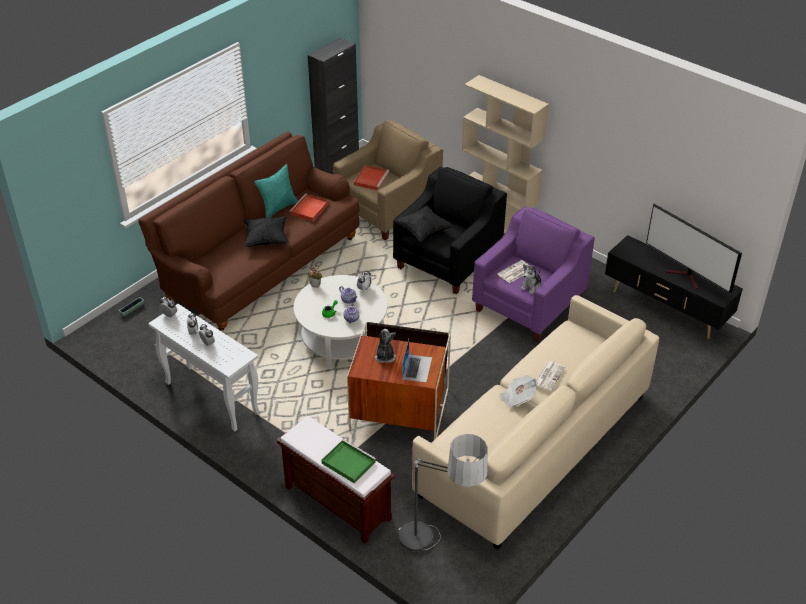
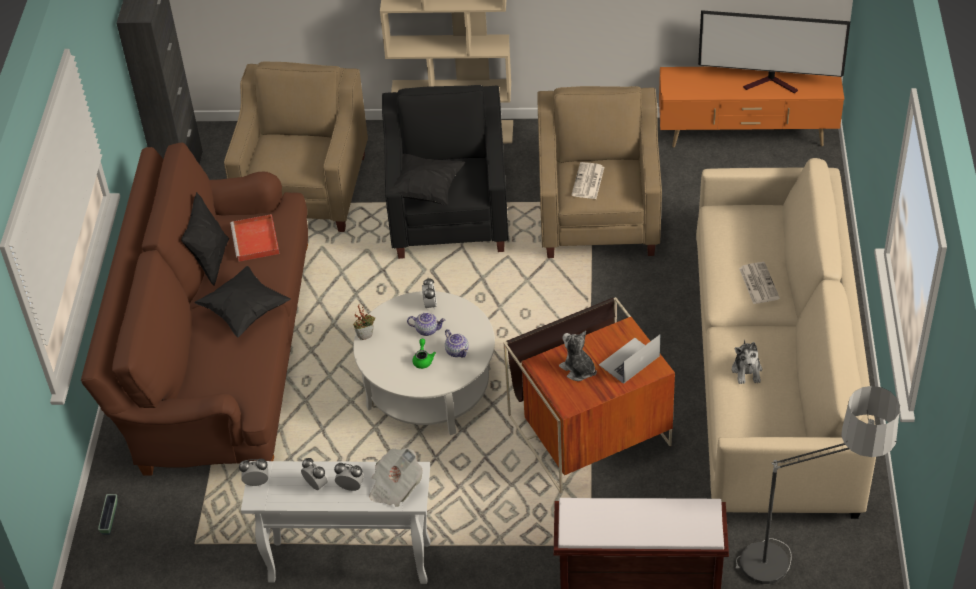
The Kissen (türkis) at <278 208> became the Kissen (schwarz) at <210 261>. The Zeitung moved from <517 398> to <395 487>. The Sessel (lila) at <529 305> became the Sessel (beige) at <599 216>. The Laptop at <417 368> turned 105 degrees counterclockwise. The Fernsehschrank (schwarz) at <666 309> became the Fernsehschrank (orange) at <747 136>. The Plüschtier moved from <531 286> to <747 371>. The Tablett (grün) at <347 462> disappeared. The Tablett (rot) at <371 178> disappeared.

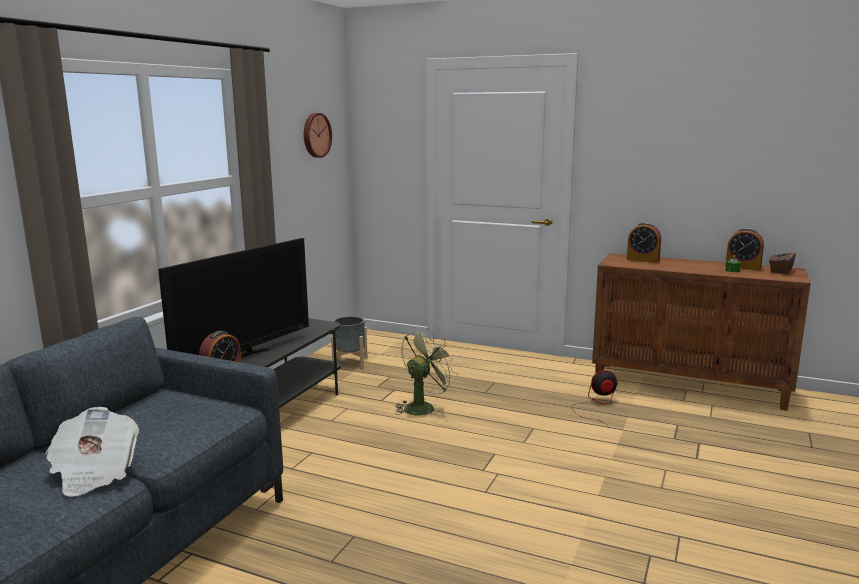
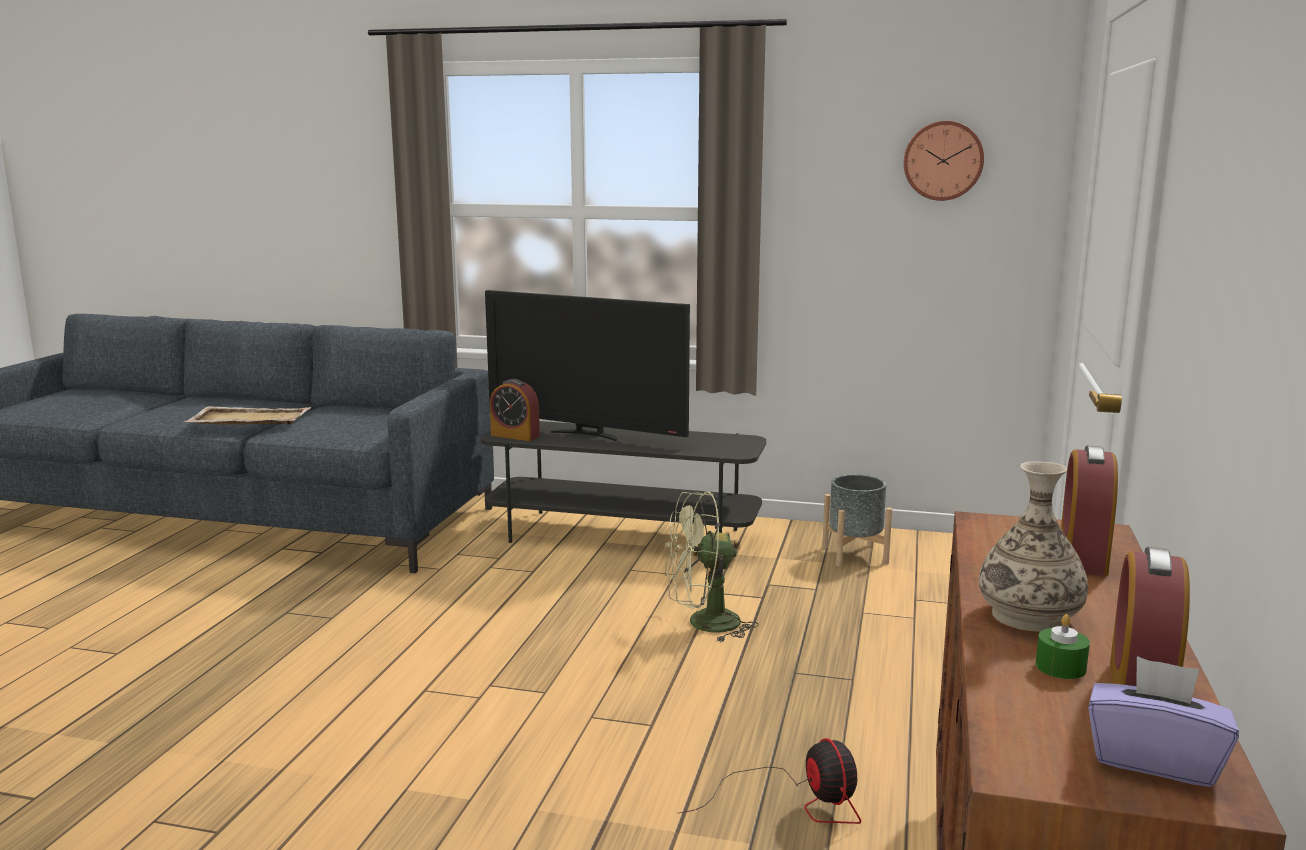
The Zeitung at <94 472> was replaced by the Tablett (beige) at <248 419>. The Ventilator (grün) at <423 407> turned 135 degrees clockwise. The Vase at <1028 616> appeared. The Taschentuchbox (braun) at <780 270> became the Taschentuchbox (lila) at <1154 760>.

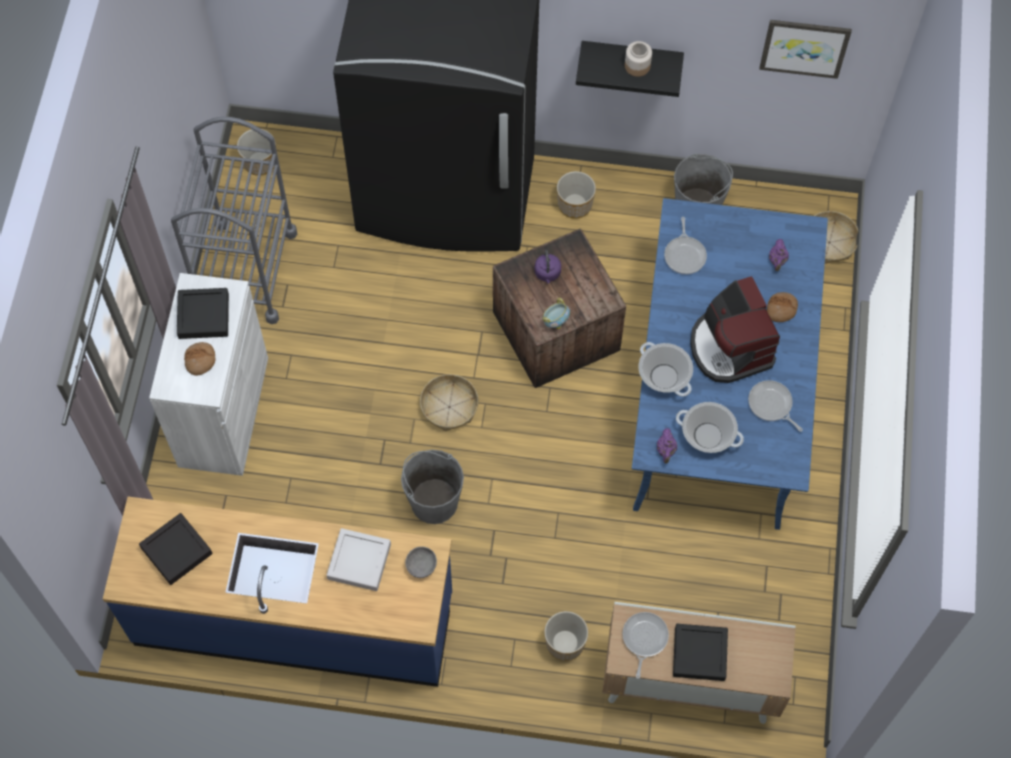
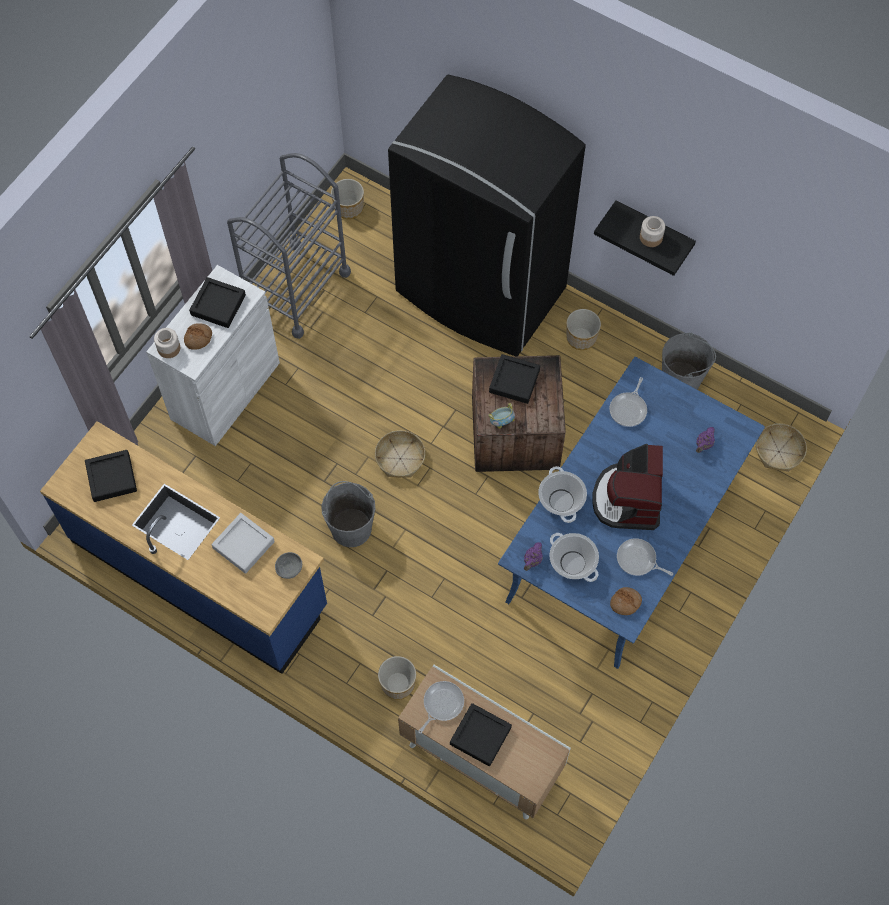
The Vorratsglas at <169 348> appeared. The Wasserkessel (lila) at <547 273> was replaced by the Tablett (schwarz) at <514 381>. The Brot moved from <781 309> to <625 602>. The Pfanne at <771 405> turned 45 degrees counterclockwise. The Bild at <804 47> disappeared.

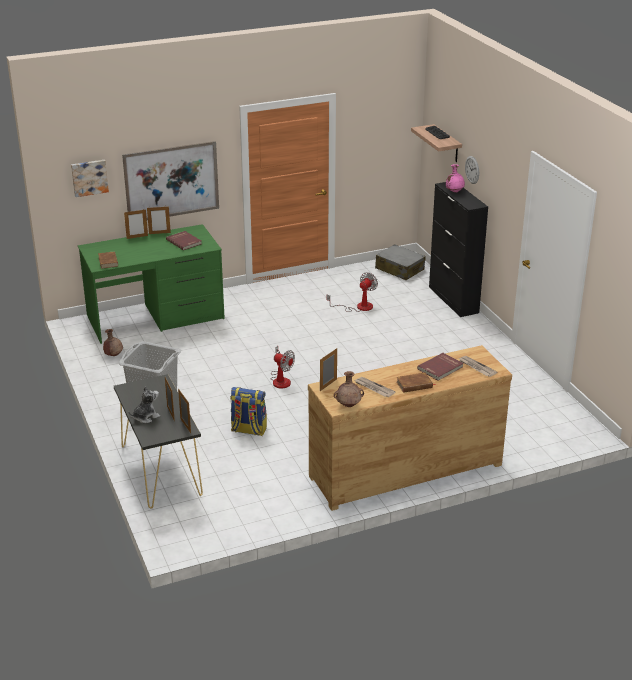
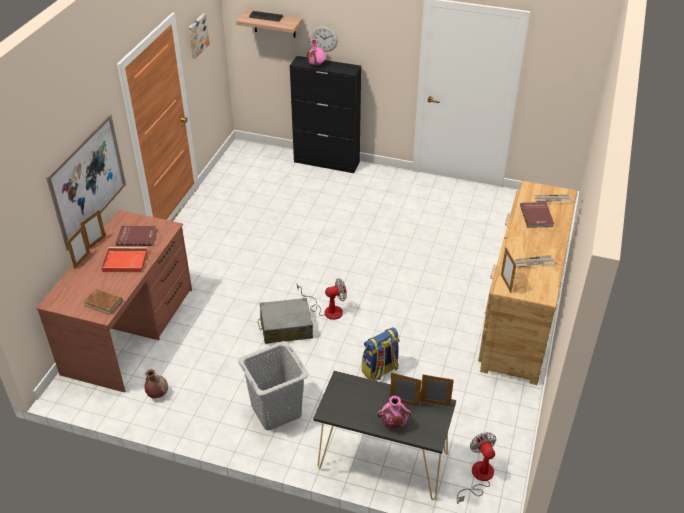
The Schreibtisch (grün) at <156 317> became the Schreibtisch (braun) at <130 330>. The Tablett (rot) at <124 262> appeared. The Bild moved from <89 177> to <197 35>. The Koffer (grau) moved from <399 269> to <286 327>. The Plüschtier at <145 417> was replaced by the Vase (rosa) at <393 423>. The Ventilator moved from <358 307> to <478 477>. The Vase (braun) at <349 405> disappeared. The Buch (braun) at <414 385> disappeared.

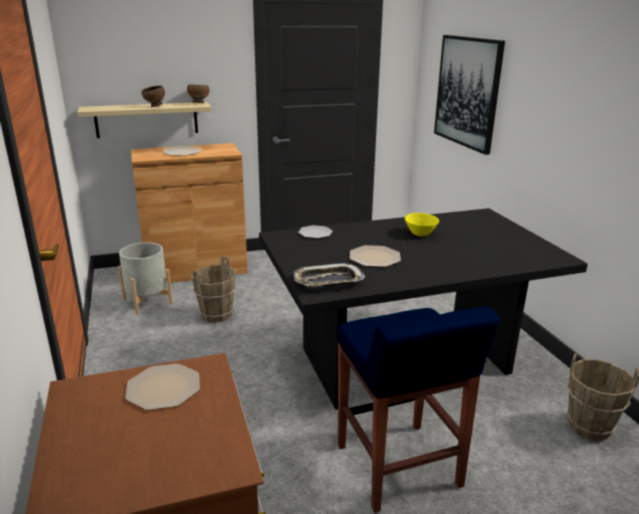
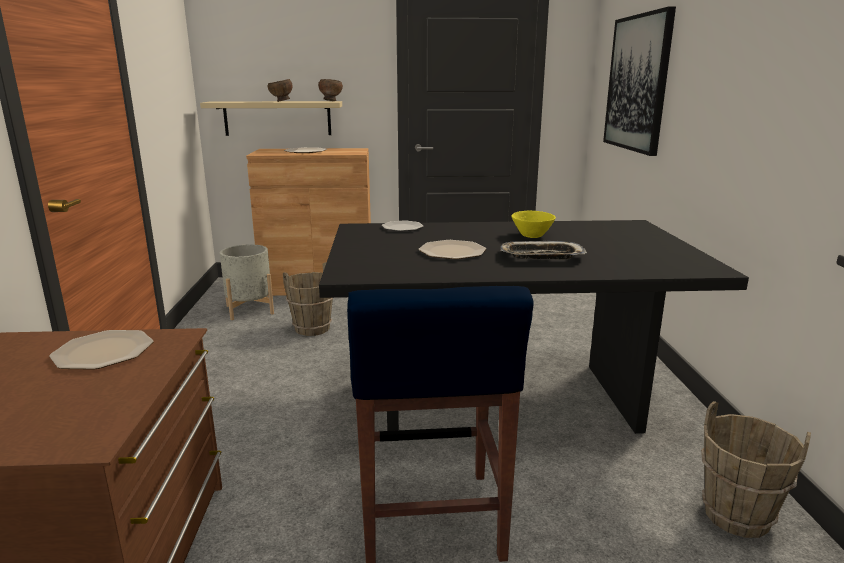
The Tablett moved from <328 281> to <541 256>.

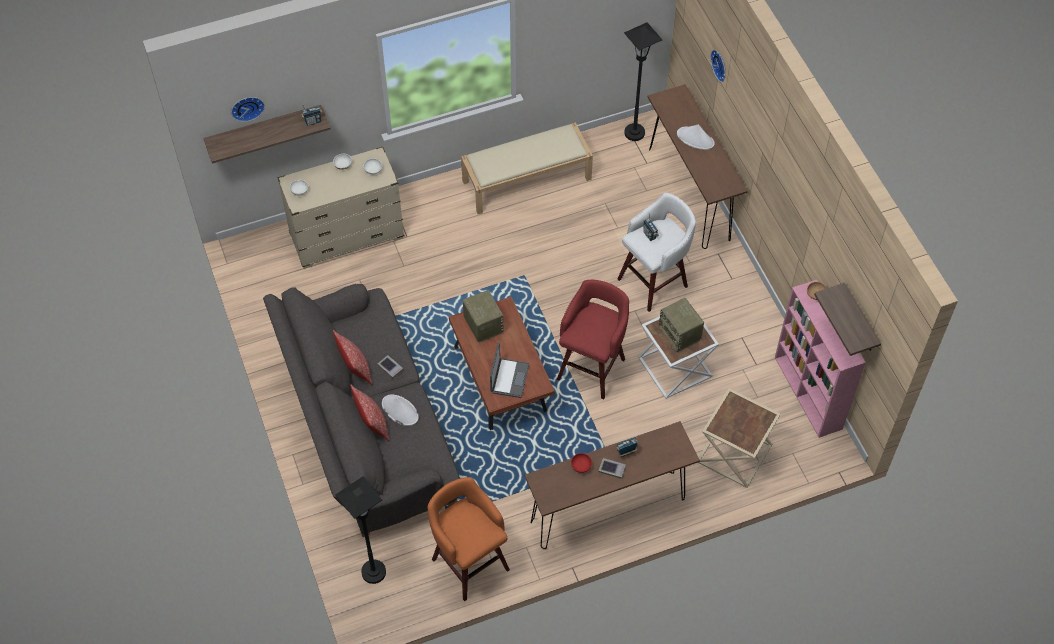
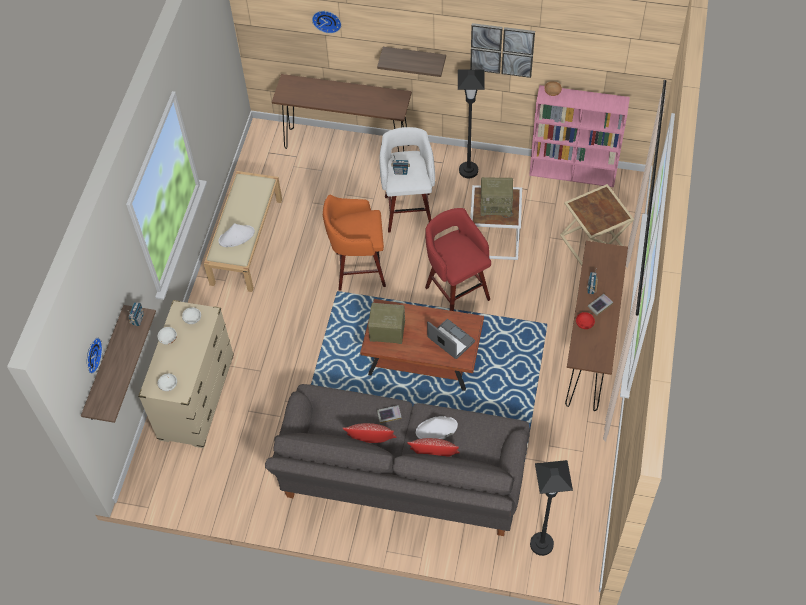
The Hut (weiß) moved from <695 139> to <236 236>. The Hocker (orange) moved from <469 562> to <358 269>. The Wandregal moved from <860 320> to <414 59>. The Stehlampe (schwarz) moved from <634 133> to <468 170>. The Bild at <502 49> appeared.

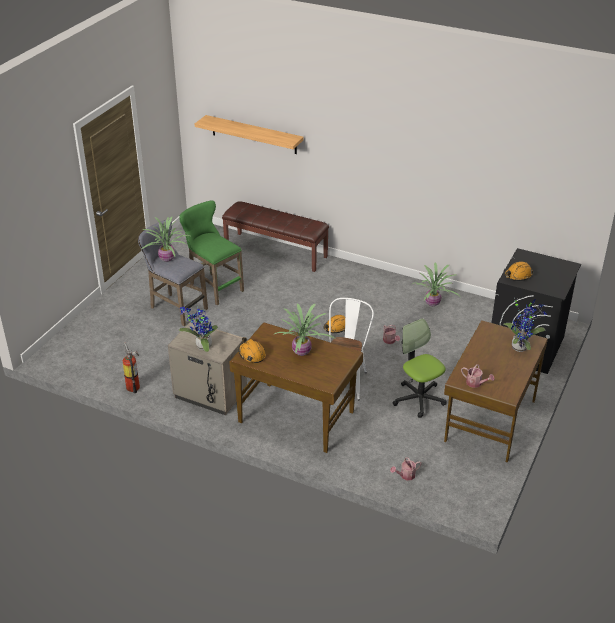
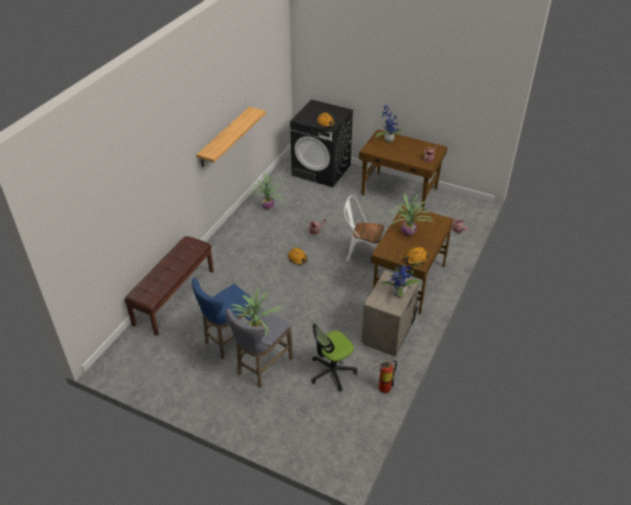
The Hocker (grün) at <213 287> became the Hocker (blau) at <229 340>. The Wandregal moved from <254 134> to <224 137>. The Bürostuhl moved from <419 399> to <332 372>.

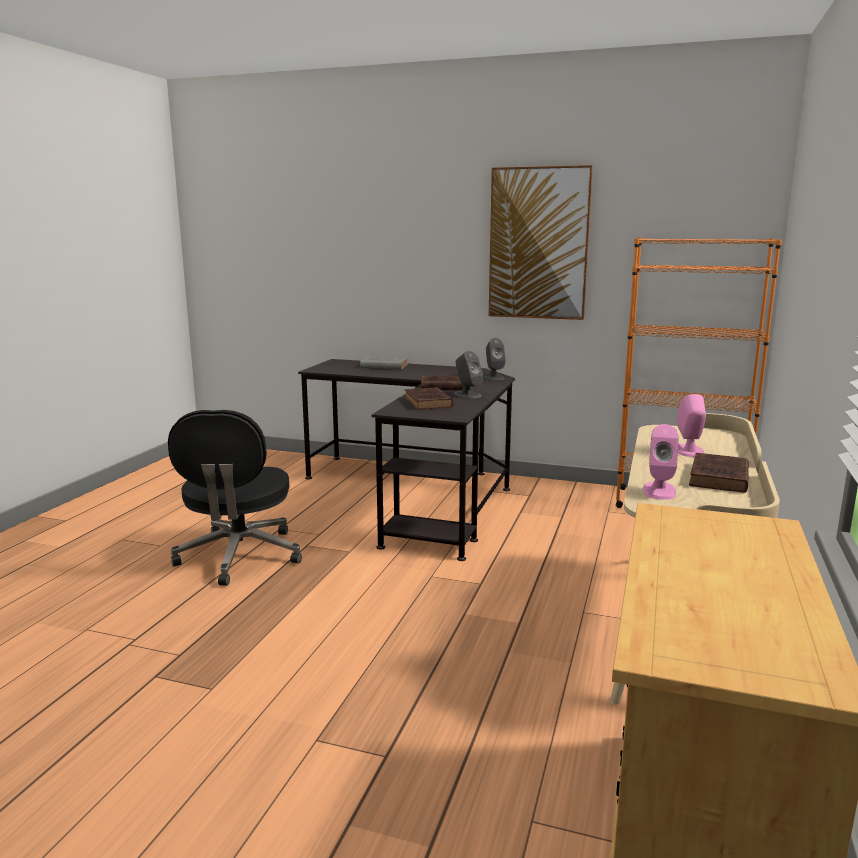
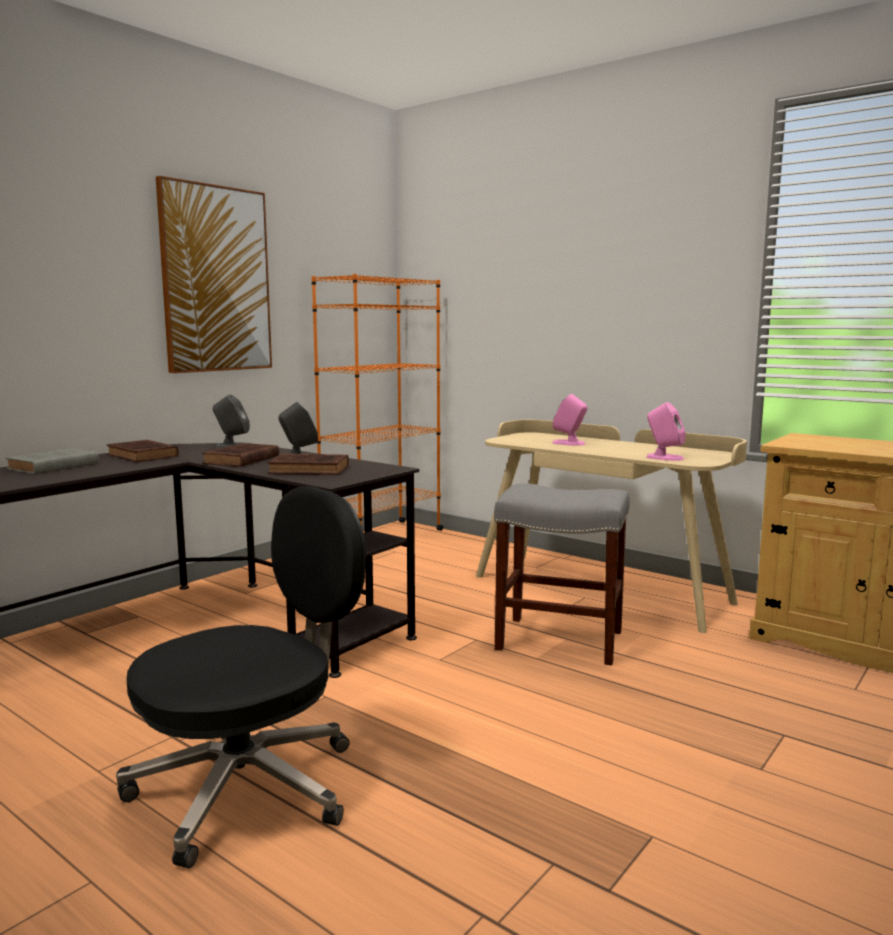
The Buch (braun) moved from <719 478> to <143 456>. The Bürostuhl (schwarz) at <239 556> turned 60 degrees counterclockwise. The Hocker (grau) at <557 640> appeared.

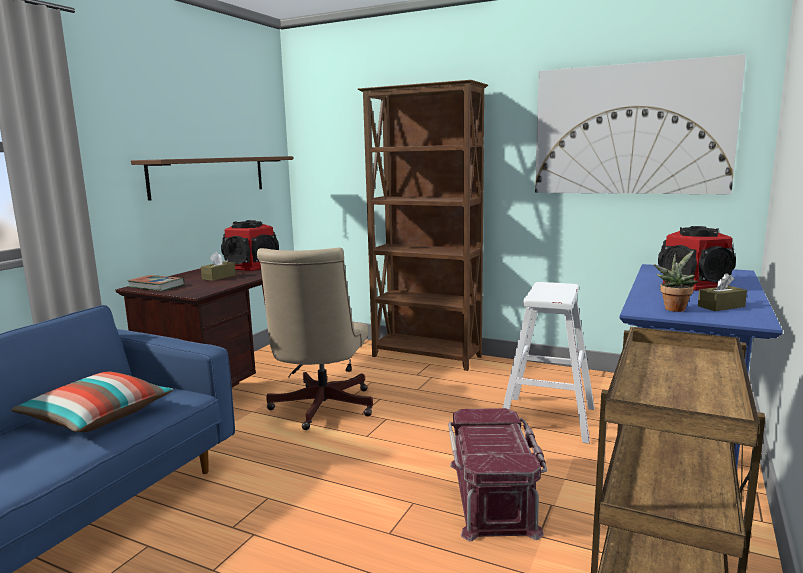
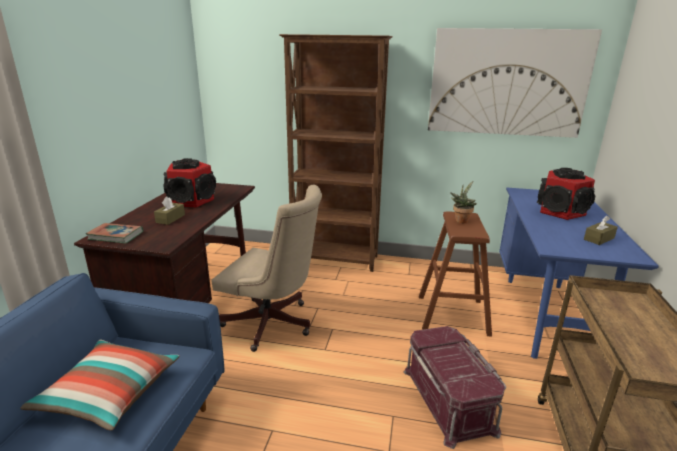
The Bürostuhl (beige) at <320 409> turned 60 degrees counterclockwise. The Hocker (weiß) at <547 418> became the Hocker (braun) at <452 314>. The Topfpflanze moved from <674 308> to <461 220>. The Wandregal (braun) at <209 176> disappeared.

